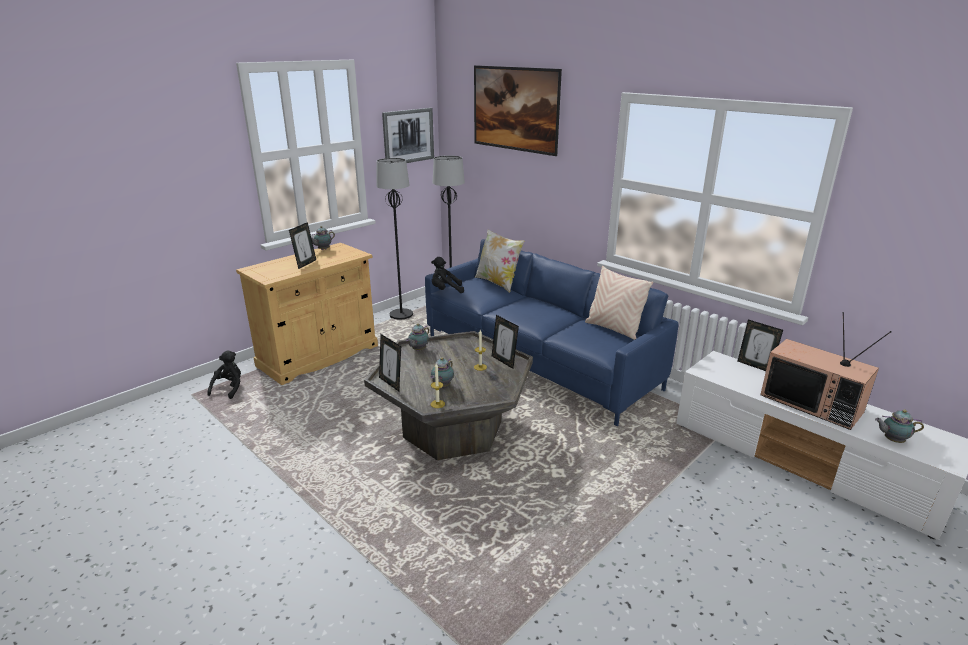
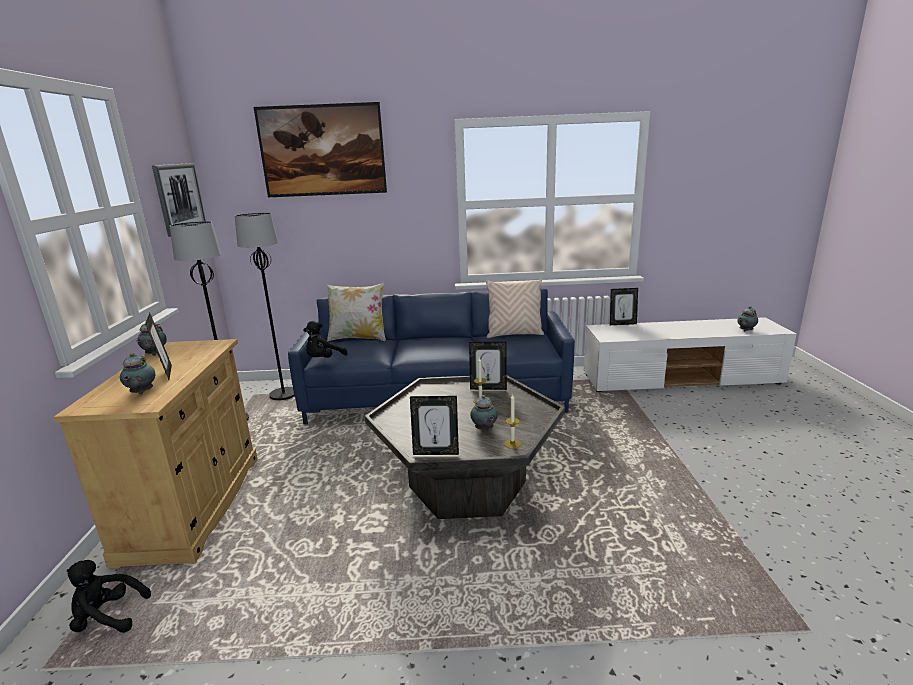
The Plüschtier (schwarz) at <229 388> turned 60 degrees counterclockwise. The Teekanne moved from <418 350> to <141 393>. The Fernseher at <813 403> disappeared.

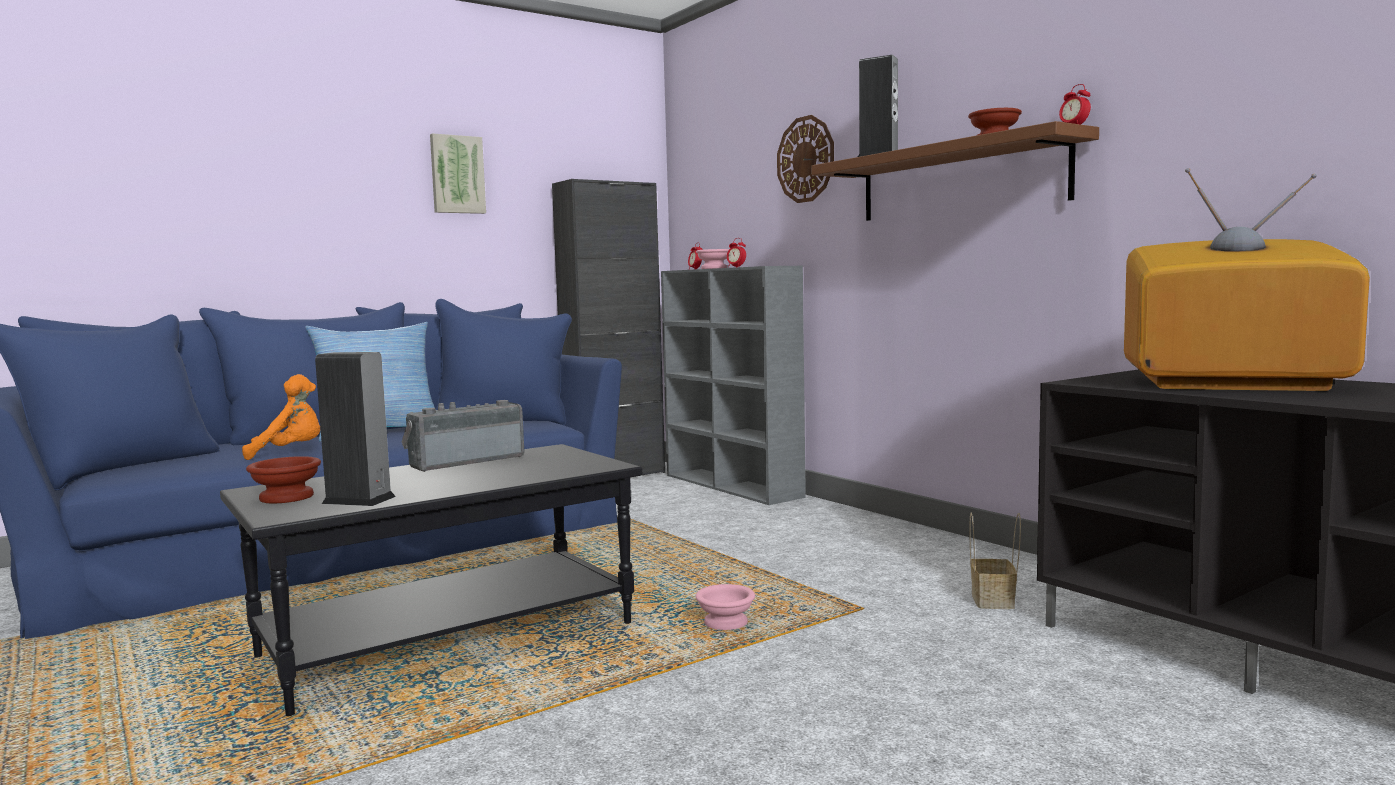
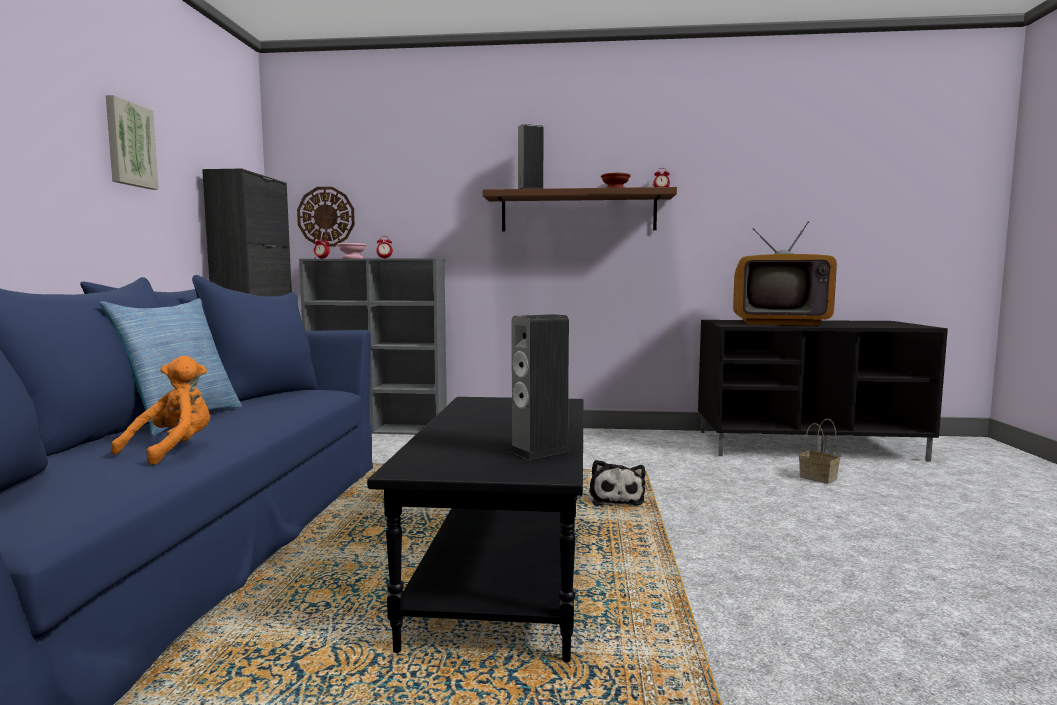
The Wanduhr moved from <805 159> to <326 217>. The Schüssel (rosa) at <727 623> was replaced by the Plüschtier at <616 498>. The Fernseher at <1231 384> turned 135 degrees counterclockwise. The Korb moved from <994 601> to <819 478>. The Schüssel (braun) at <288 498> disappeared. The Radio at <465 461> disappeared.

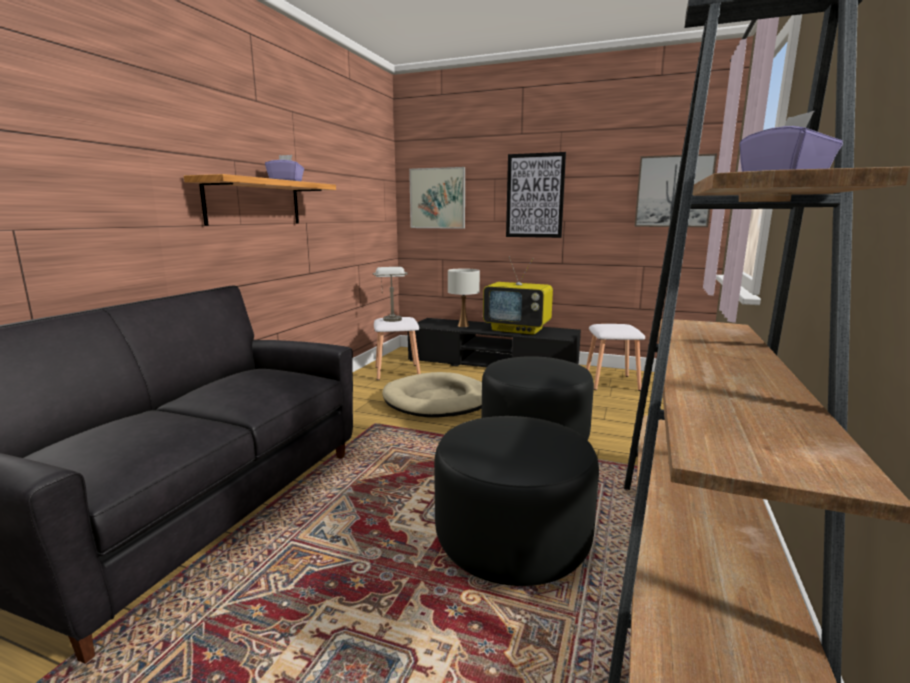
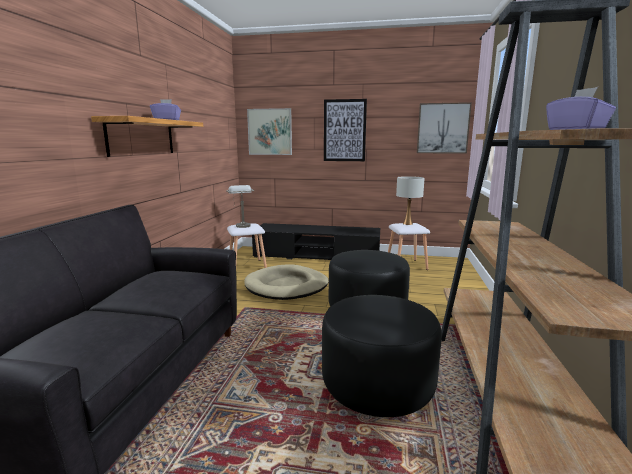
The Tischlampe (weiß) moved from <463 326> to <407 223>. The Fernseher at <518 329> disappeared.

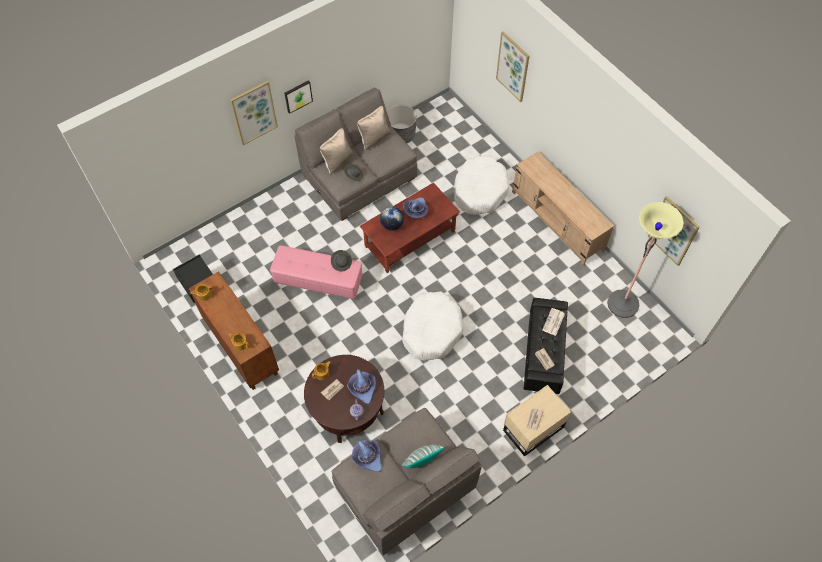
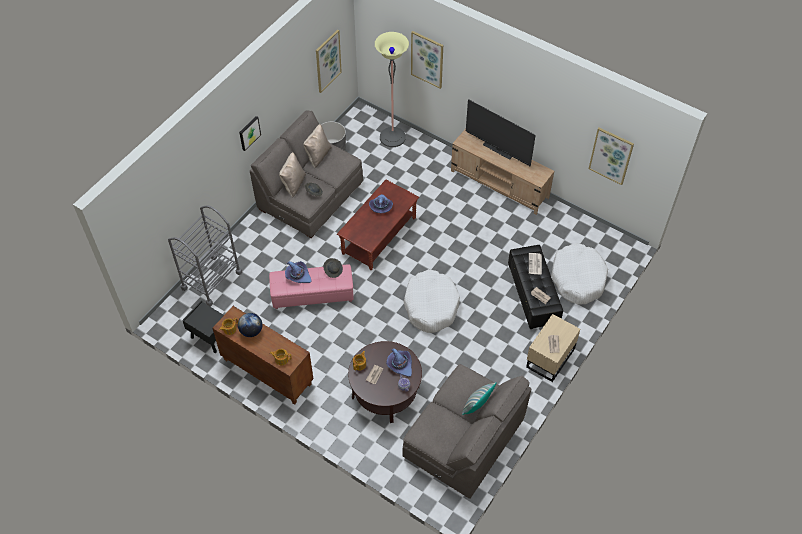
The Rollwagen (grau) at <211 280> appeared. The Globus moved from <392 225> to <251 331>. The Hut (lila) moved from <367 457> to <298 275>. The Bild moved from <254 112> to <327 61>. The Stehlampe moved from <623 304> to <392 137>. The Fernseher at <497 150> appeared. The Hundebett (weiß) moved from <480 190> to <578 278>.

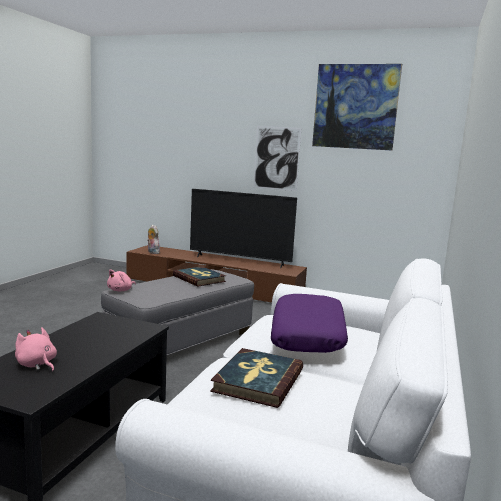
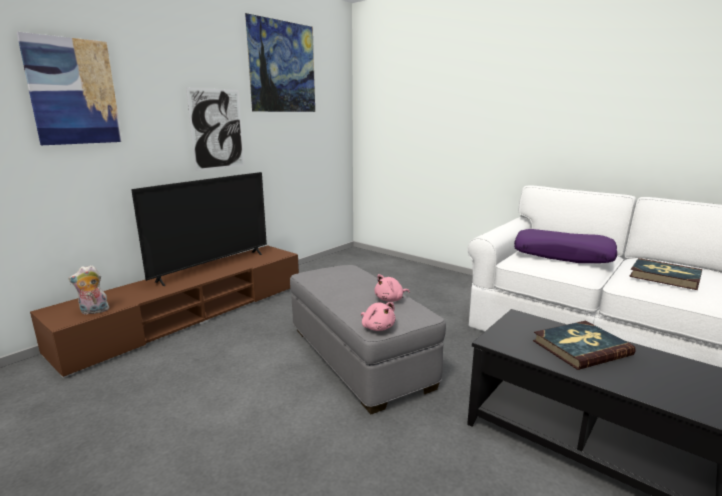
The Bild at <73 92> appeared. The Plüschtier (rosa) moved from <37 364> to <390 299>. The Buch moved from <199 279> to <581 347>.

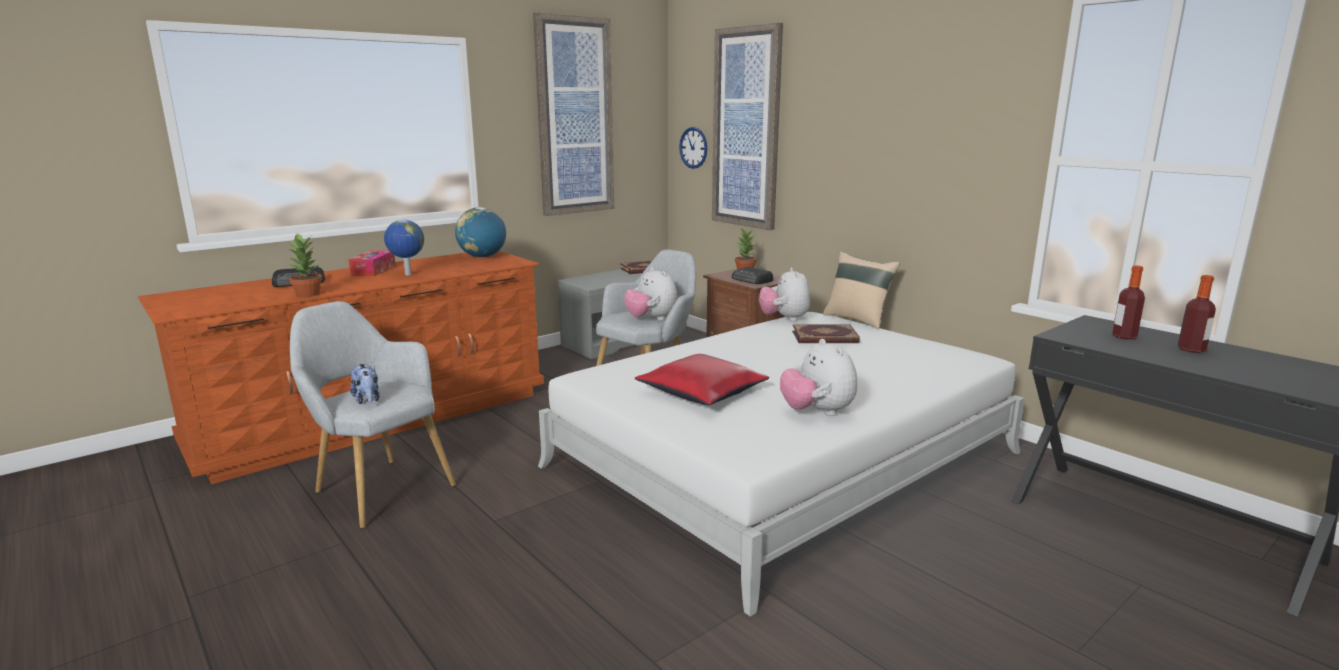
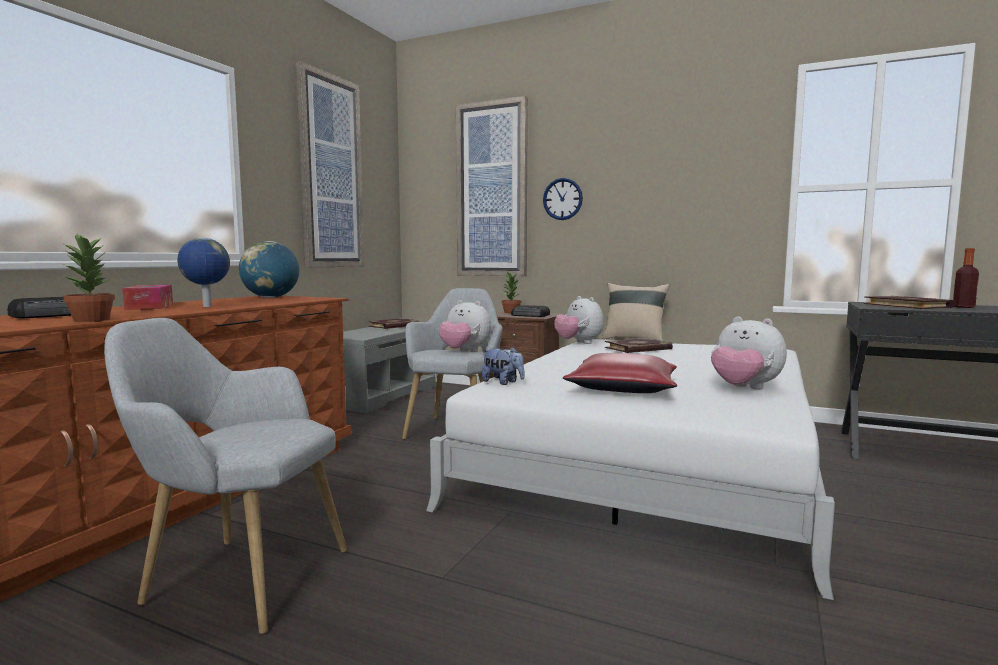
The Plüschtier moved from <367 400> to <503 382>. The Wanduhr moved from <693 148> to <562 199>. The Flasche at <1124 336> was replaced by the Buch at <908 305>.

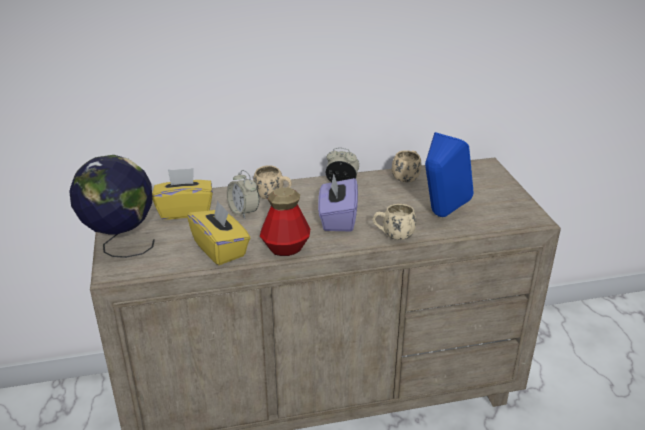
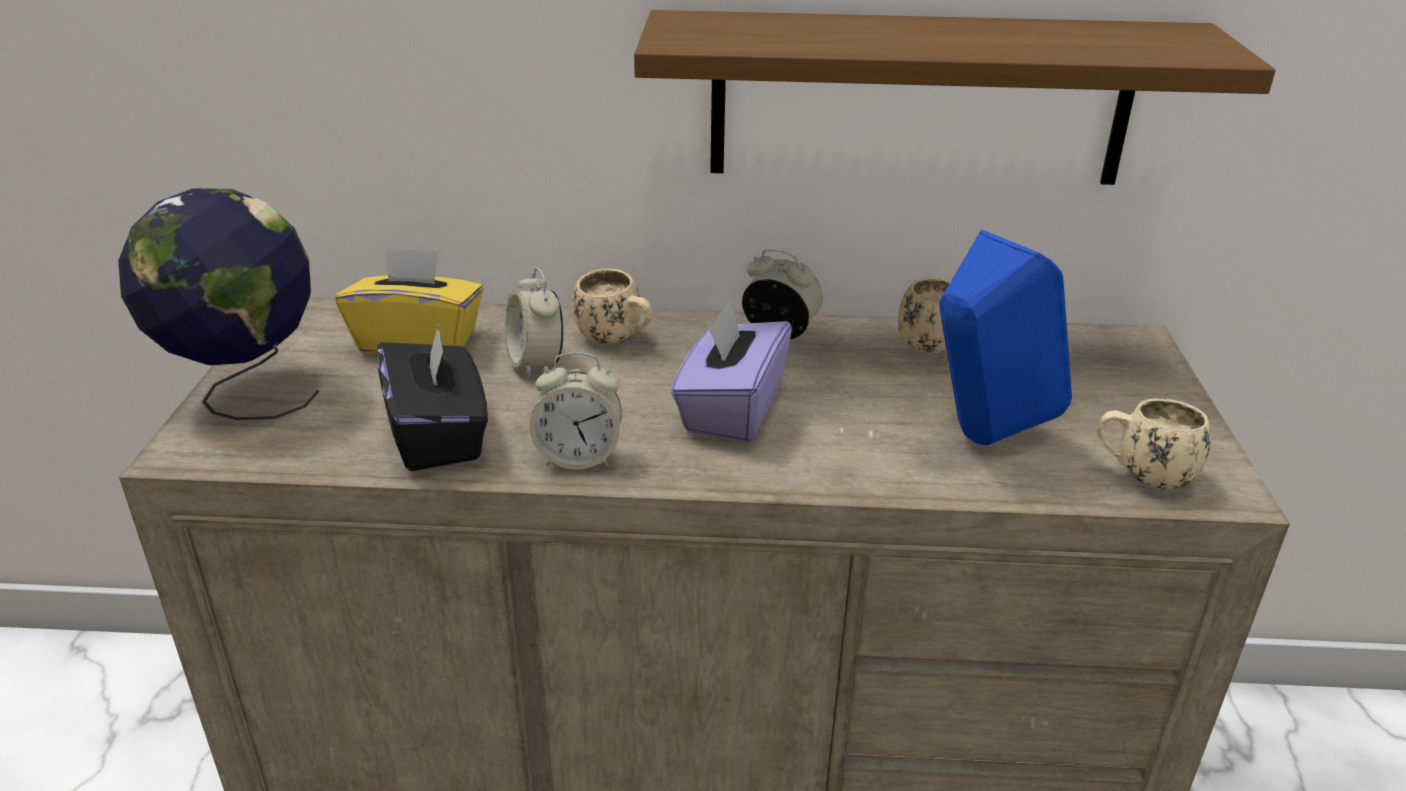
The Taschentuchbox (gelb) at <220 249> became the Taschentuchbox (schwarz) at <438 435>. The Flasche at <285 248> was replaced by the Wecker at <579 457>. The Wandregal at <919 99> appeared. The Henkelbecher (beige) moved from <393 236> to <1141 476>.

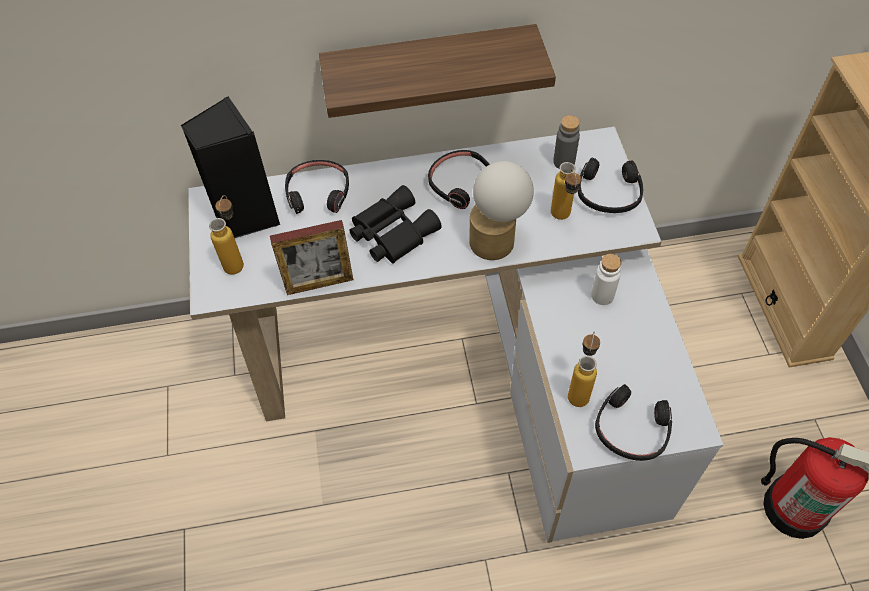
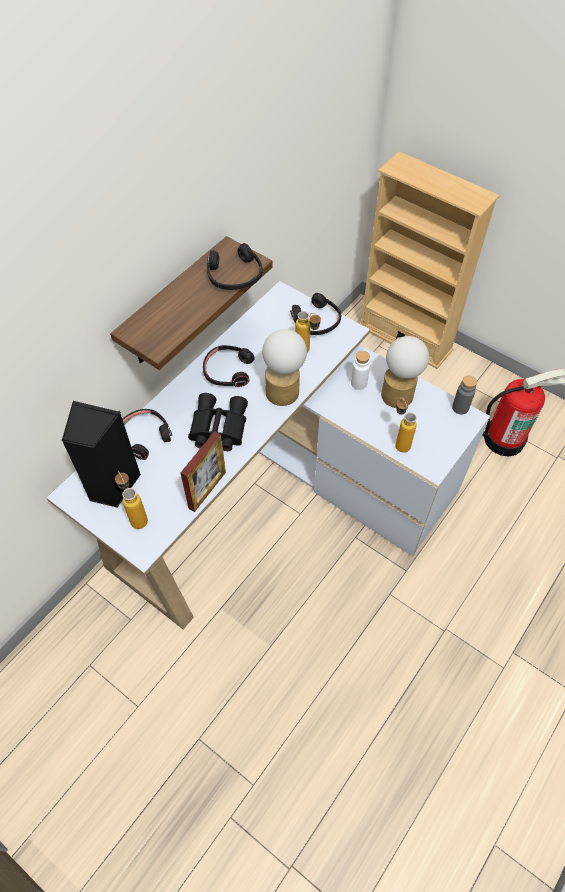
The Kopfhörer (schwarz) moved from <631 429> to <234 275>. The Tischlampe at <399 392> appeared. The Flasche (grau) moved from <564 162> to <460 407>.

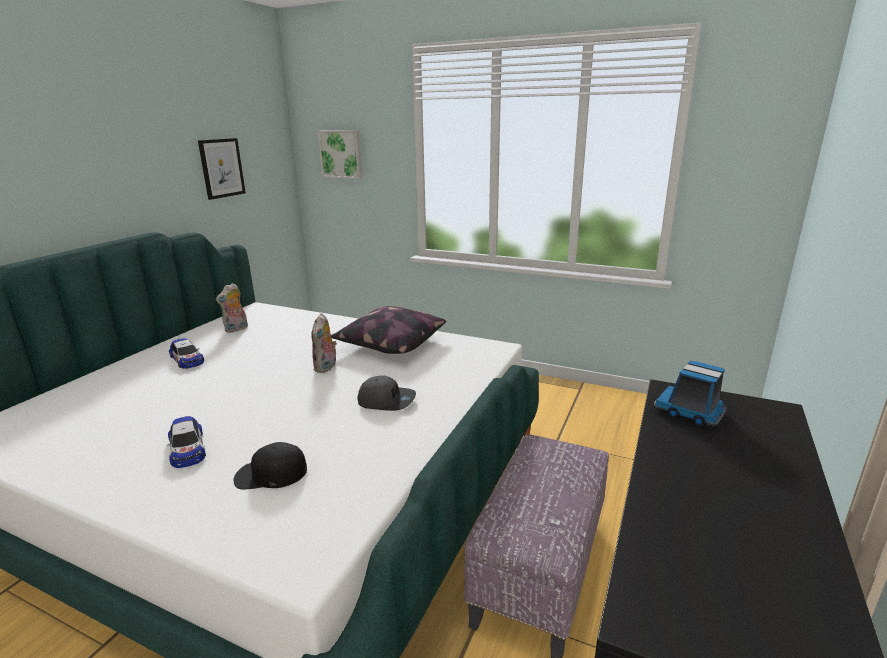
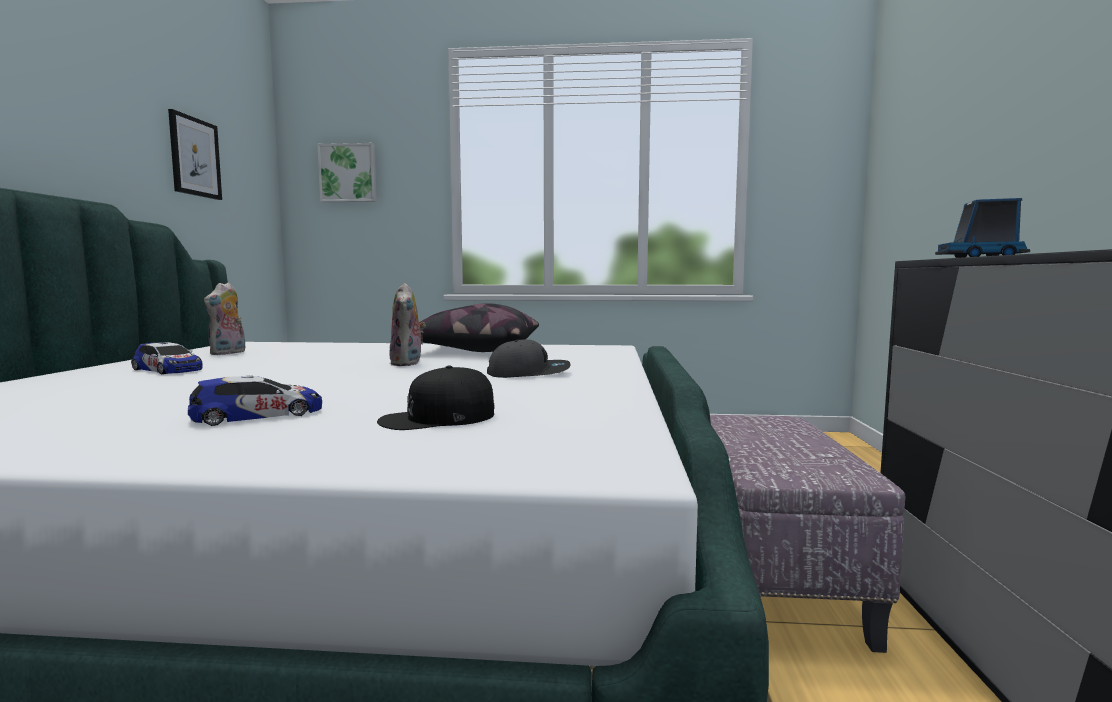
The Spielzeugauto at <187 449> turned 75 degrees counterclockwise.

